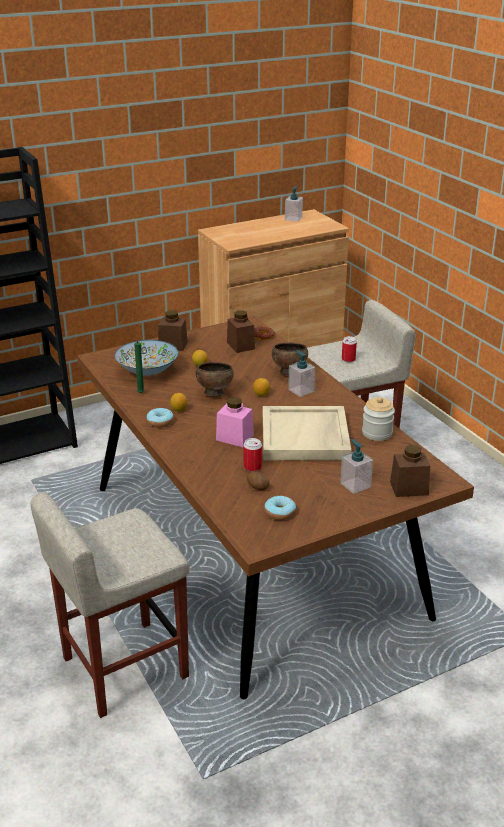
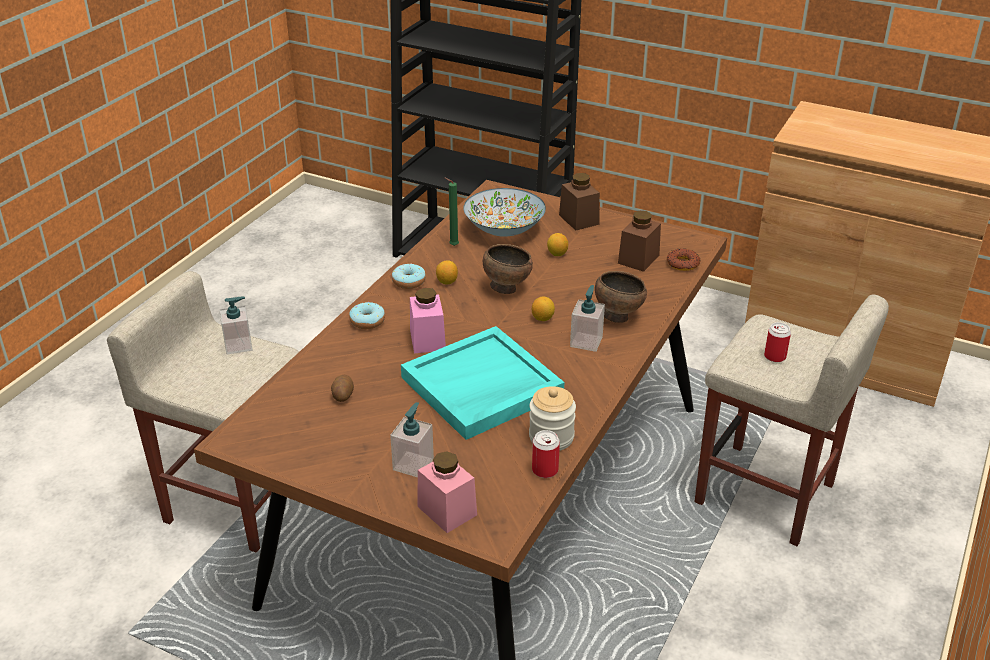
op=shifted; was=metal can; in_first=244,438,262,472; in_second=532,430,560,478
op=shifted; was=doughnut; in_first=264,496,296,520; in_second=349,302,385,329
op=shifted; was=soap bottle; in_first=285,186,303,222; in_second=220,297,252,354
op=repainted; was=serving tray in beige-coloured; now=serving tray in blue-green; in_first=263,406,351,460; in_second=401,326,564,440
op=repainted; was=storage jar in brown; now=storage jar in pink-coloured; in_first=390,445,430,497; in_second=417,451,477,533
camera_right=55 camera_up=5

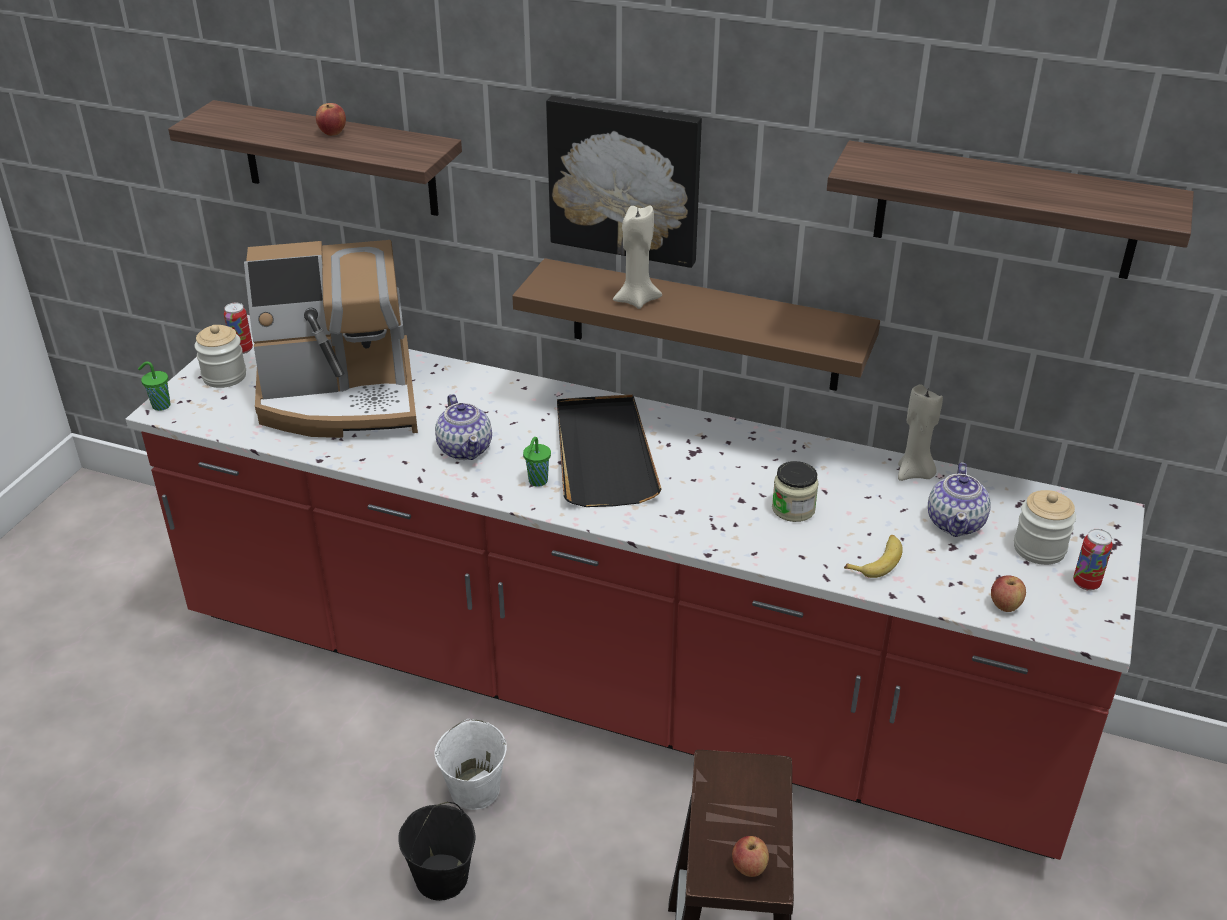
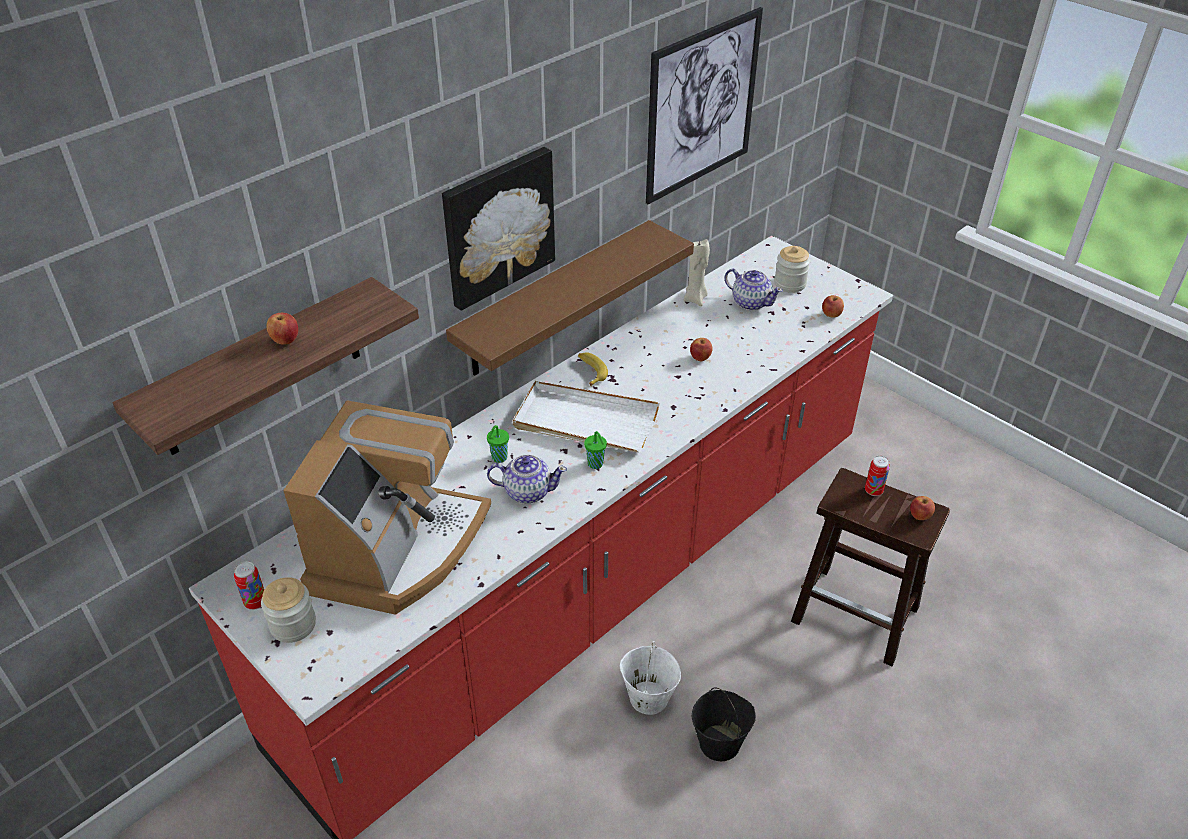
op=gone; was=wax light in beige-coloured; in_first=613,205,662,309
op=shifted; was=cup in greenish; in_first=138,361,171,411; in_second=487,425,509,463
op=shifted; was=banana; in_first=844,535,903,578; in_second=578,352,608,386
op=shifted; was=metal can; in_first=1073,529,1113,590; in_second=865,456,890,496
op=swapped; was=storage jar; now=apple fruit; in_first=772,461,819,522; in_second=690,338,713,361
op=swapped; was=wall shelf; now=picture; in_first=827,141,1194,279; in_second=646,7,763,204
op=repainted; was=serving tray in blackish; now=serving tray in whitish; in_first=557,394,662,507; in_second=513,381,659,453
camera_right=-65 camera_up=5

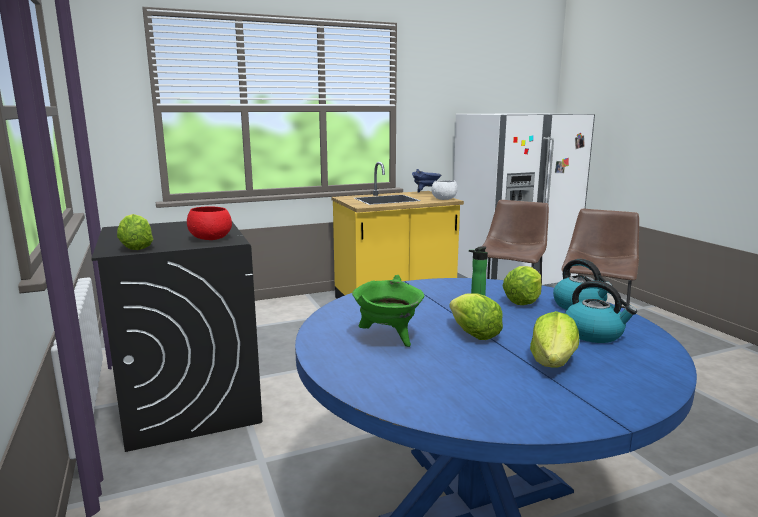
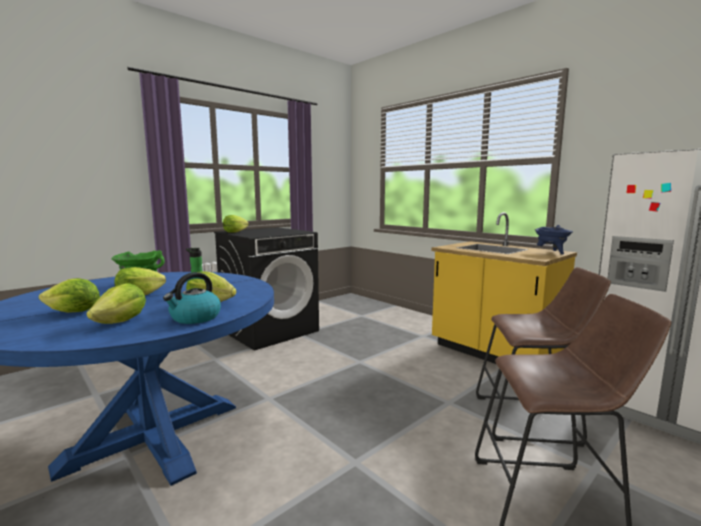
op=gone; was=serving bowl in red-coloured; in_first=187,206,232,240
op=gone; was=serving bowl in whitish; in_first=431,180,458,200
op=swapped; was=kettle; now=lettuce; in_first=565,280,637,343; in_second=86,283,146,324
camera_right=70 camera_up=-5

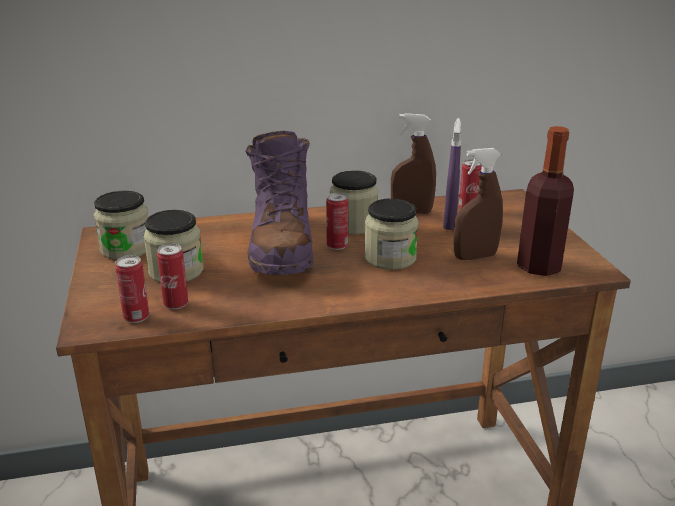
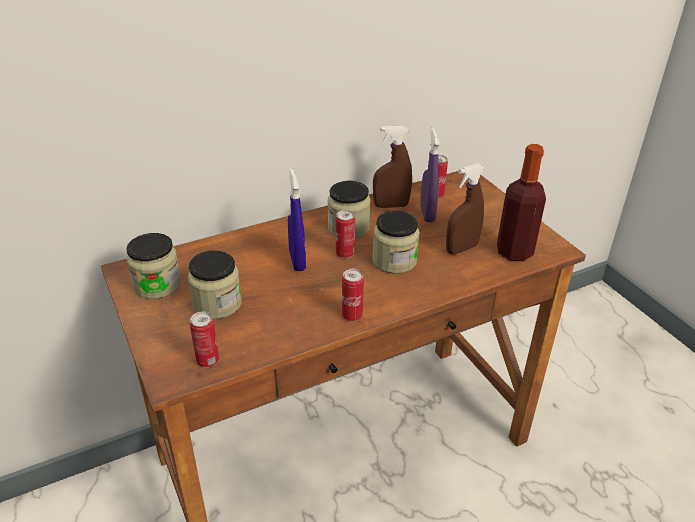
op=shifted; was=metal can; in_first=157,244,188,309; in_second=342,269,364,321
op=swapped; was=high-top boot in purple-coloured; now=sprayer in blue; in_first=245,131,313,275; in_second=288,168,306,271
camera_right=-15 camera_up=10

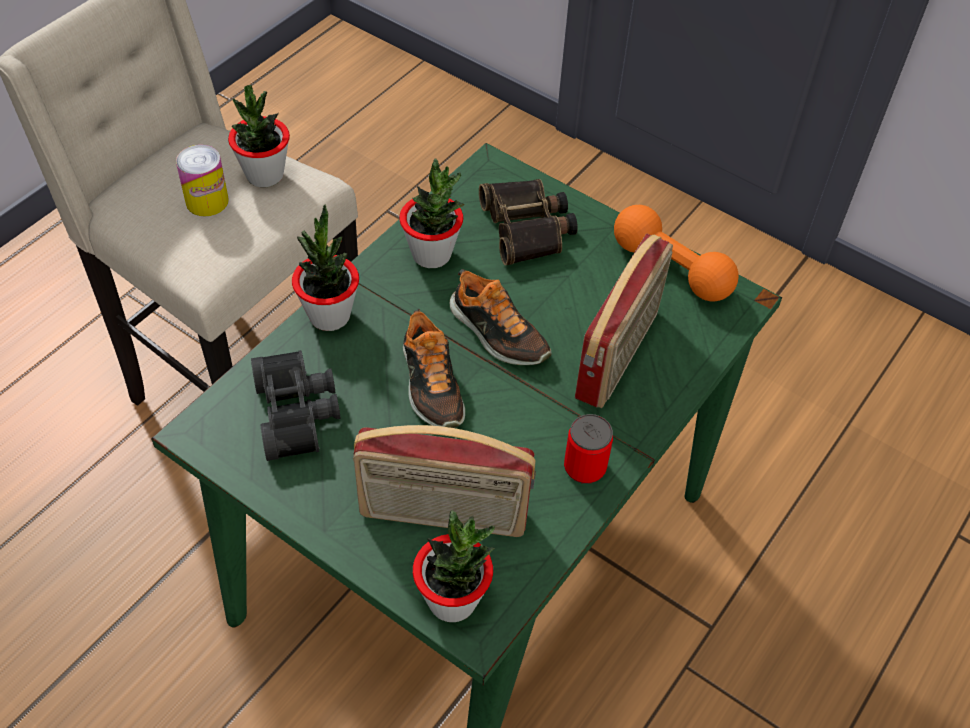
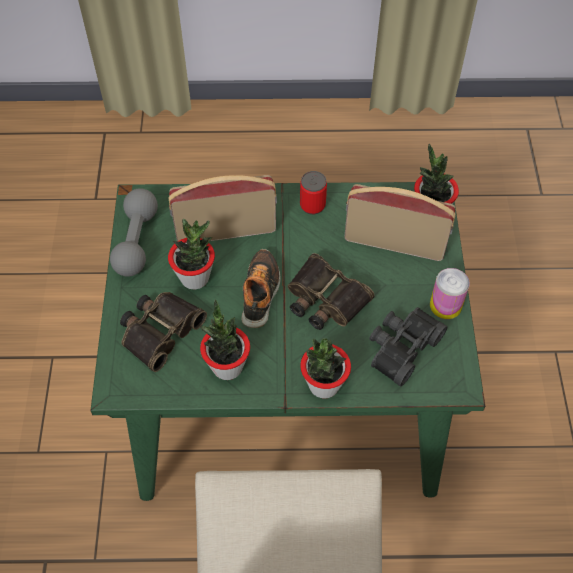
op=shifted; was=metal can; in_first=176,145,229,216; in_second=430,268,470,319
op=shifted; was=houseplant; in_first=228,85,290,187; in_second=168,219,215,290
op=swapped; was=shoe; now=binoculars; in_first=403,309,465,428; in_second=288,253,375,330
op=repainted; was=dumbbell in orangey; now=dumbbell in greyish; in_first=614,205,739,301; in_second=110,188,158,277
op=rotated; was=radio set; in_first=353,425,536,537; in_second=344,184,456,261; clockwise=-45
camera_right=-125 camera_up=5

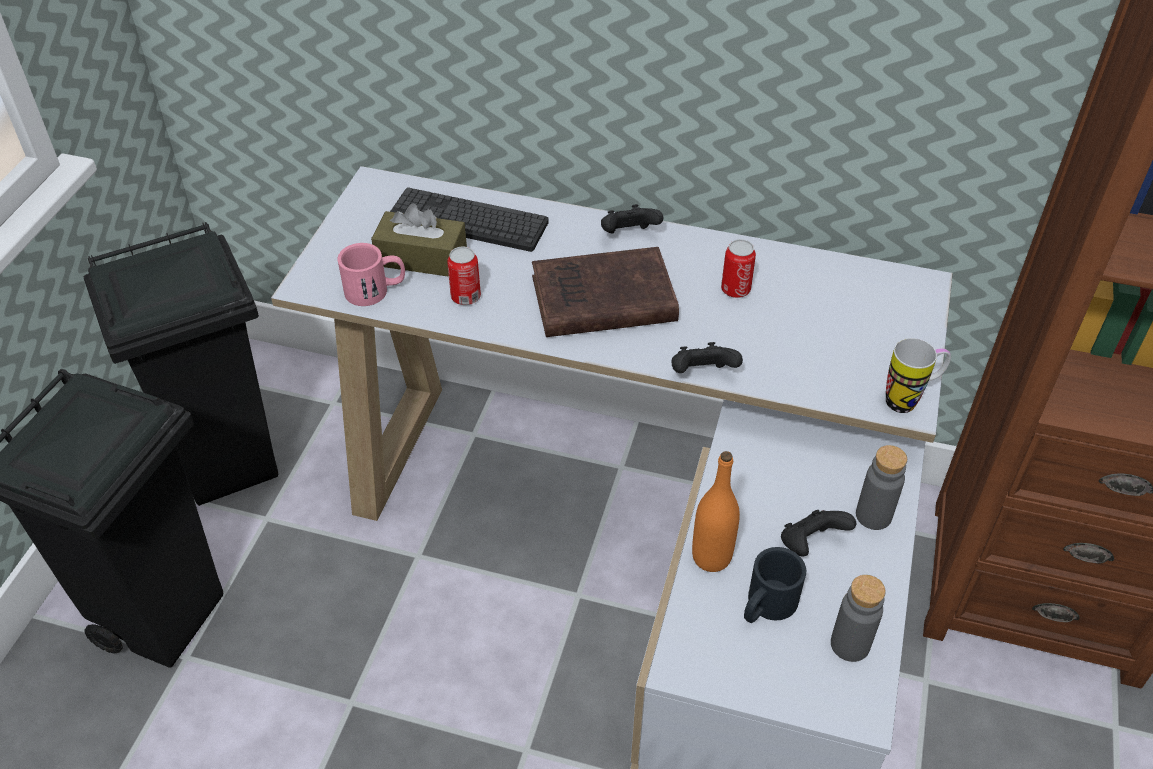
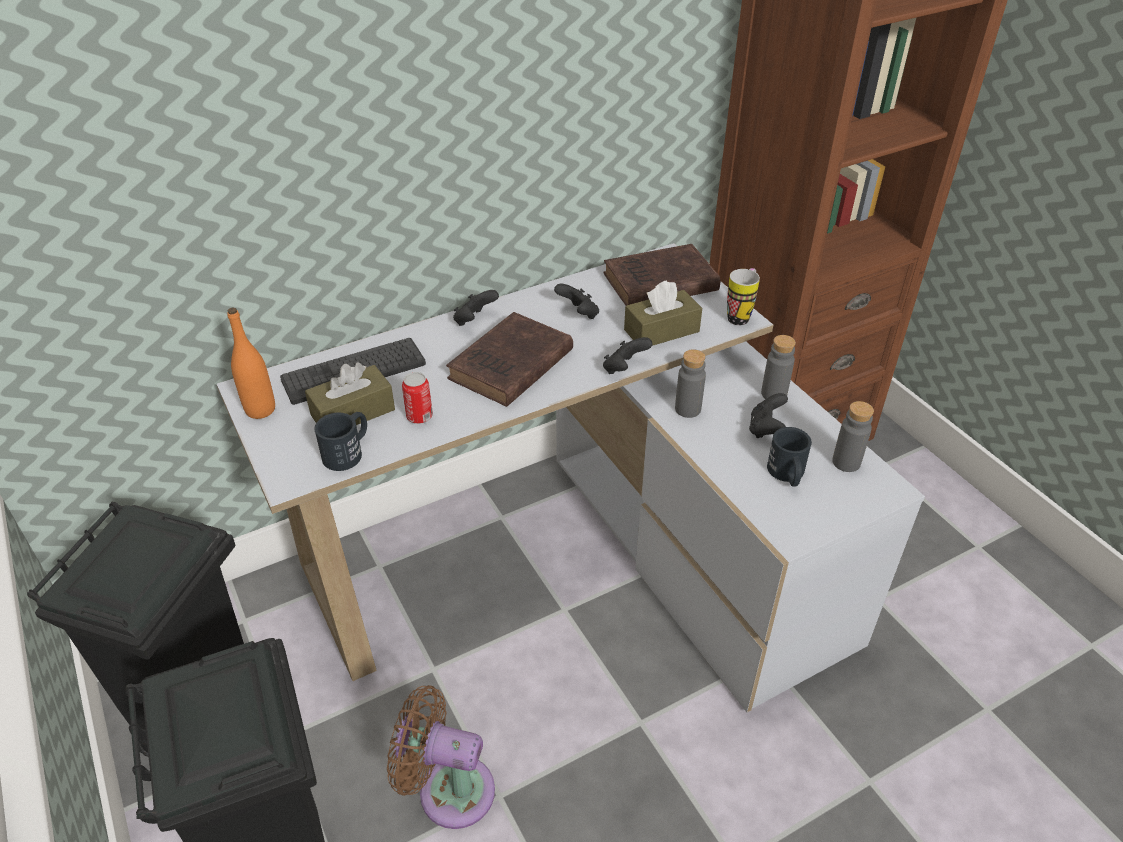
op=new; now=fan in brown; in_second=387,685,495,829
op=new; now=volume in brown; in_second=603,244,720,306
op=new; now=box of tissues in brown; in_second=624,280,702,346
op=new; now=beverage bottle in greyish; in_second=675,349,706,418
op=shifted; was=beverage bottle in orangey; in_first=692,451,740,572; in_second=228,308,275,419
op=swapped; was=metal can; now=joypad in blackish; in_first=721,239,756,298; in_second=554,284,599,319
op=repainted; was=mug in pink-coloured; now=mug in blackish; in_first=337,243,405,306; in_second=314,412,367,471
camera_right=-45 camera_up=-5

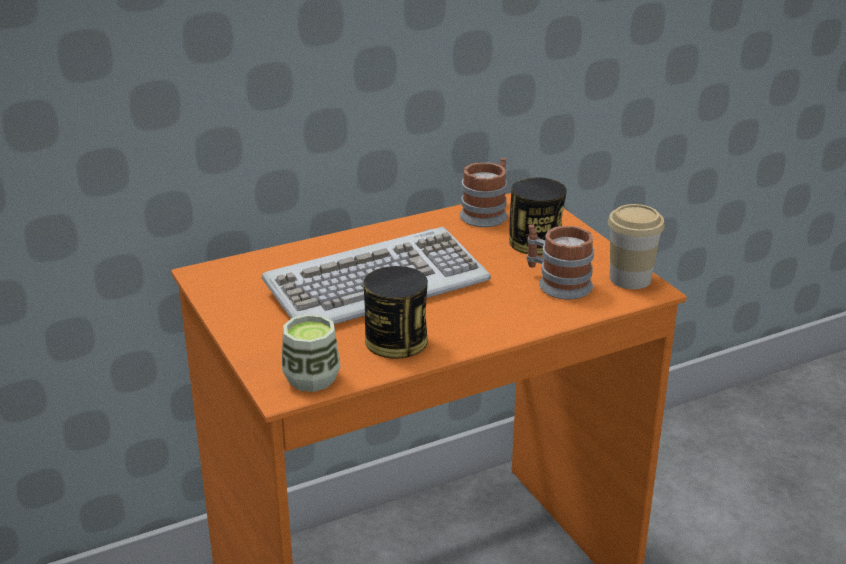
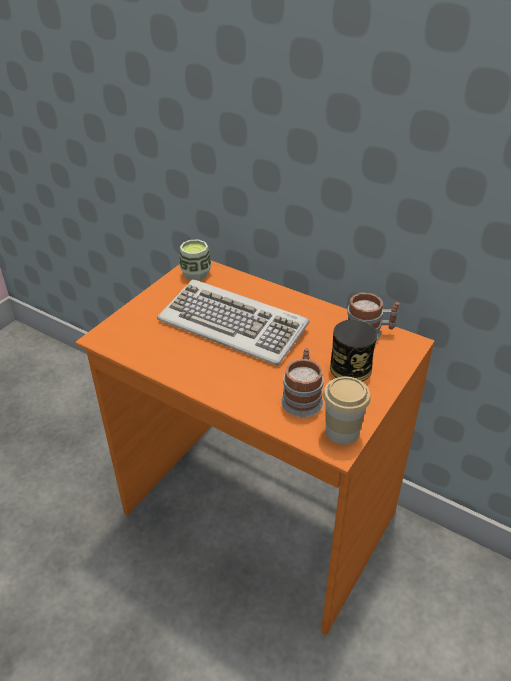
op=gone; was=metal can; in_first=364,266,428,359
op=shifted; was=cup; in_first=282,314,341,392; in_second=179,240,211,280
camera_right=60 camera_up=10

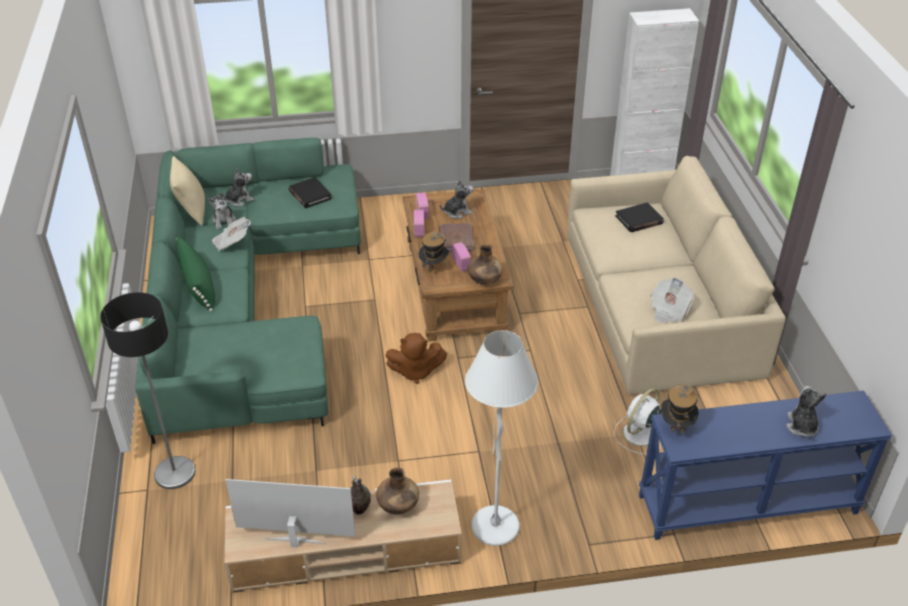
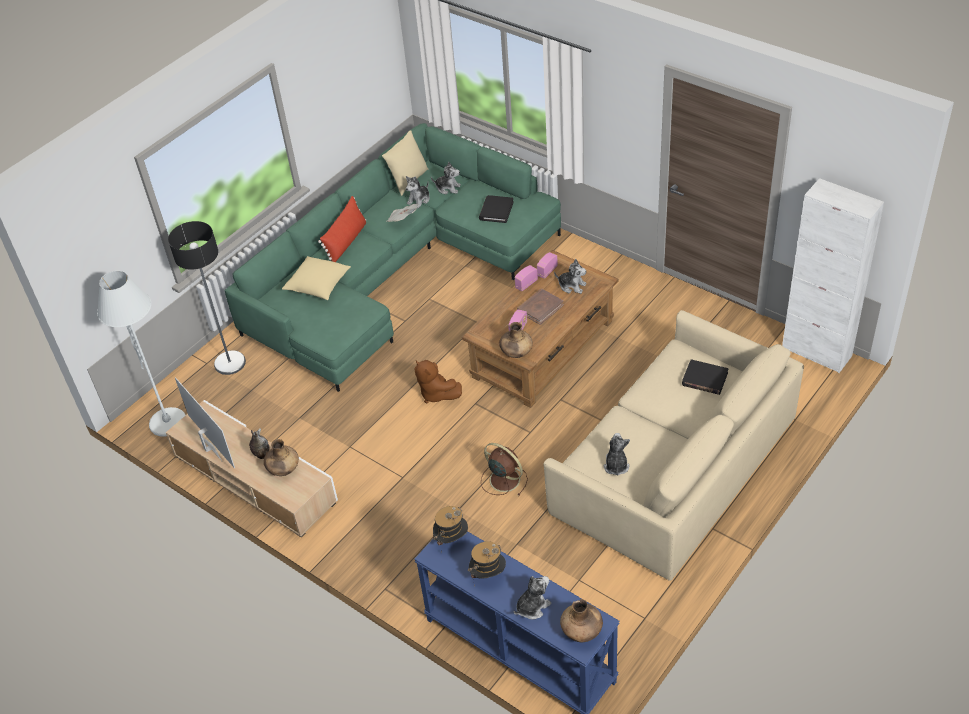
op=gone; was=fan in whitish; in_first=614,388,661,454
op=new; now=pillow in beige-coloured; in_second=282,256,351,300
op=new; now=fan in brown; in_second=481,443,528,496
op=new; now=vase in brown; in_second=560,599,603,642
op=shifted; was=clothing hat; in_first=418,232,449,269; in_second=468,541,506,586
op=shifted; was=standing lamp in whitish; in_first=465,330,538,546; in_second=97,271,186,437
op=swapped; was=newspaper; now=plush toy; in_first=650,277,694,323; in_second=604,433,630,475
op=repainted; was=pillow in greenish; now=pillow in red-coloured; in_first=176,236,215,312; in_second=318,196,366,262
camera_right=50 camera_up=5

